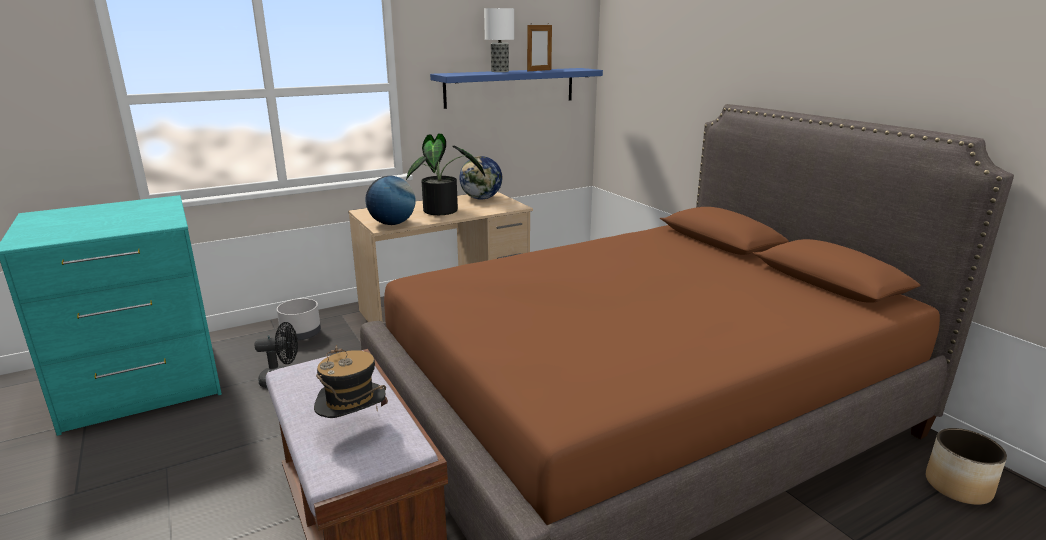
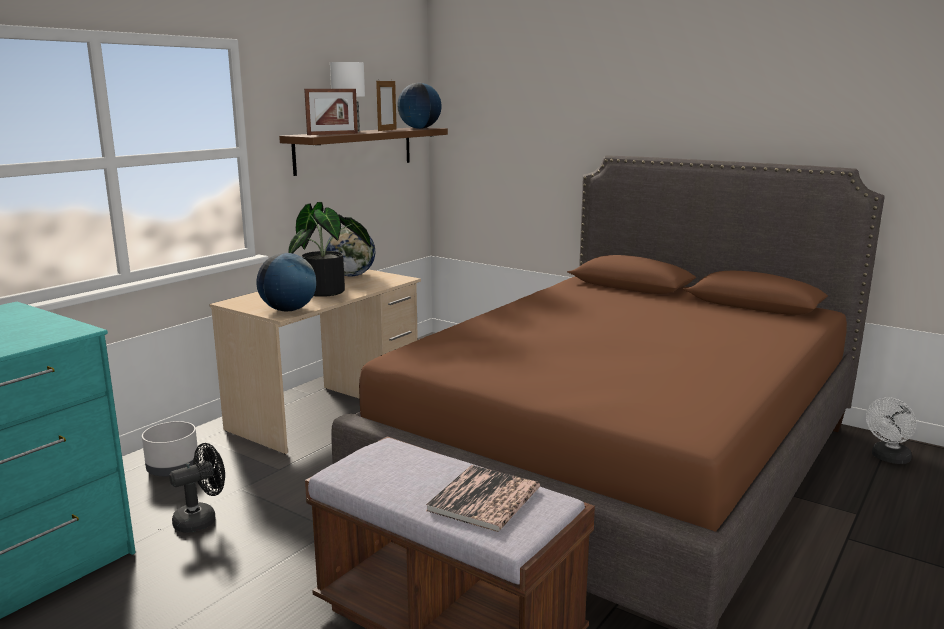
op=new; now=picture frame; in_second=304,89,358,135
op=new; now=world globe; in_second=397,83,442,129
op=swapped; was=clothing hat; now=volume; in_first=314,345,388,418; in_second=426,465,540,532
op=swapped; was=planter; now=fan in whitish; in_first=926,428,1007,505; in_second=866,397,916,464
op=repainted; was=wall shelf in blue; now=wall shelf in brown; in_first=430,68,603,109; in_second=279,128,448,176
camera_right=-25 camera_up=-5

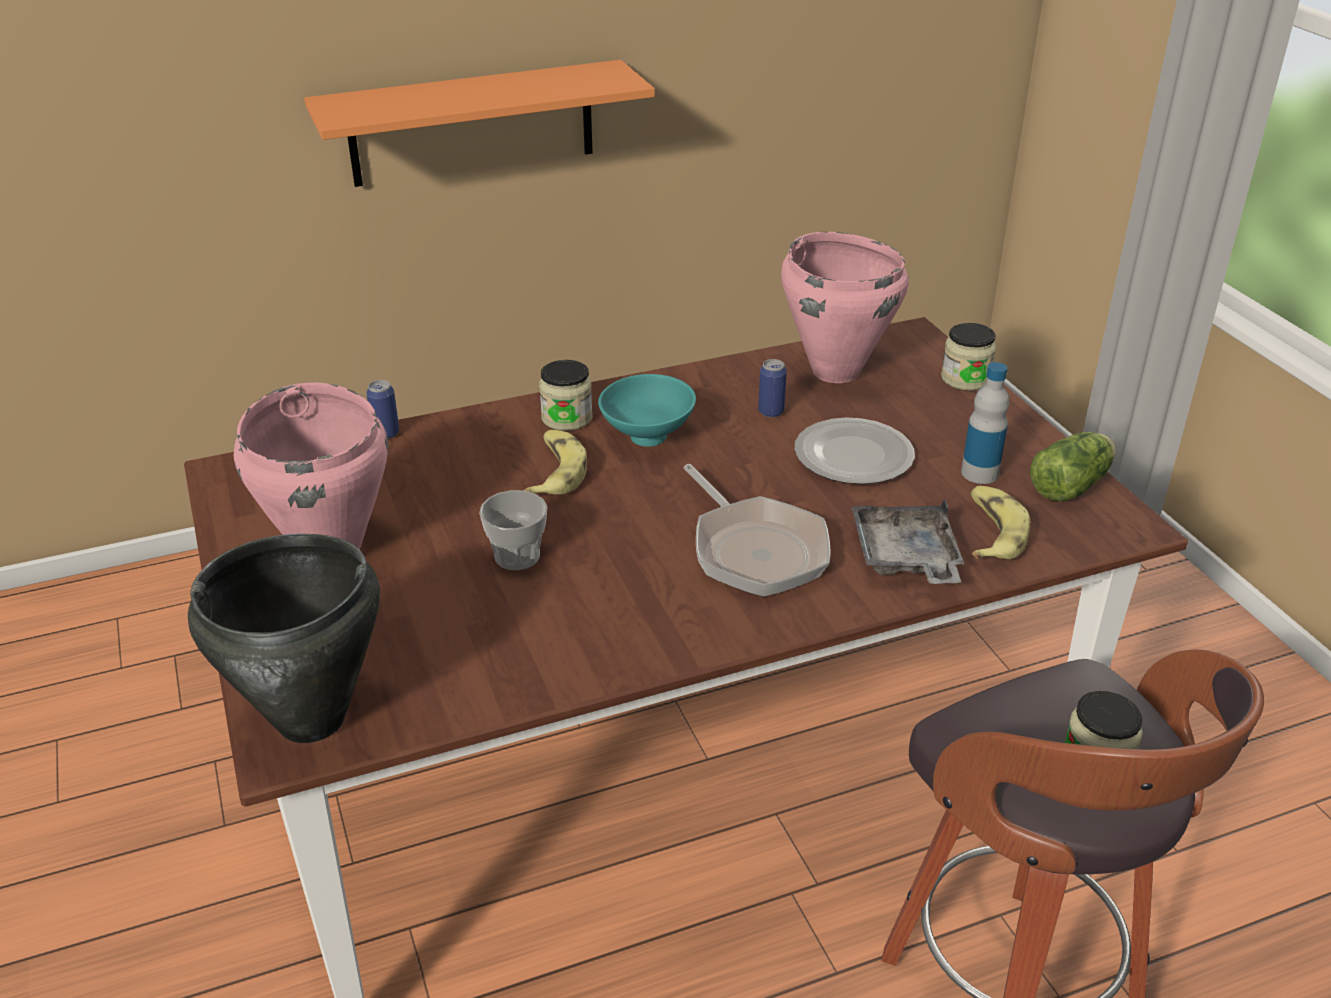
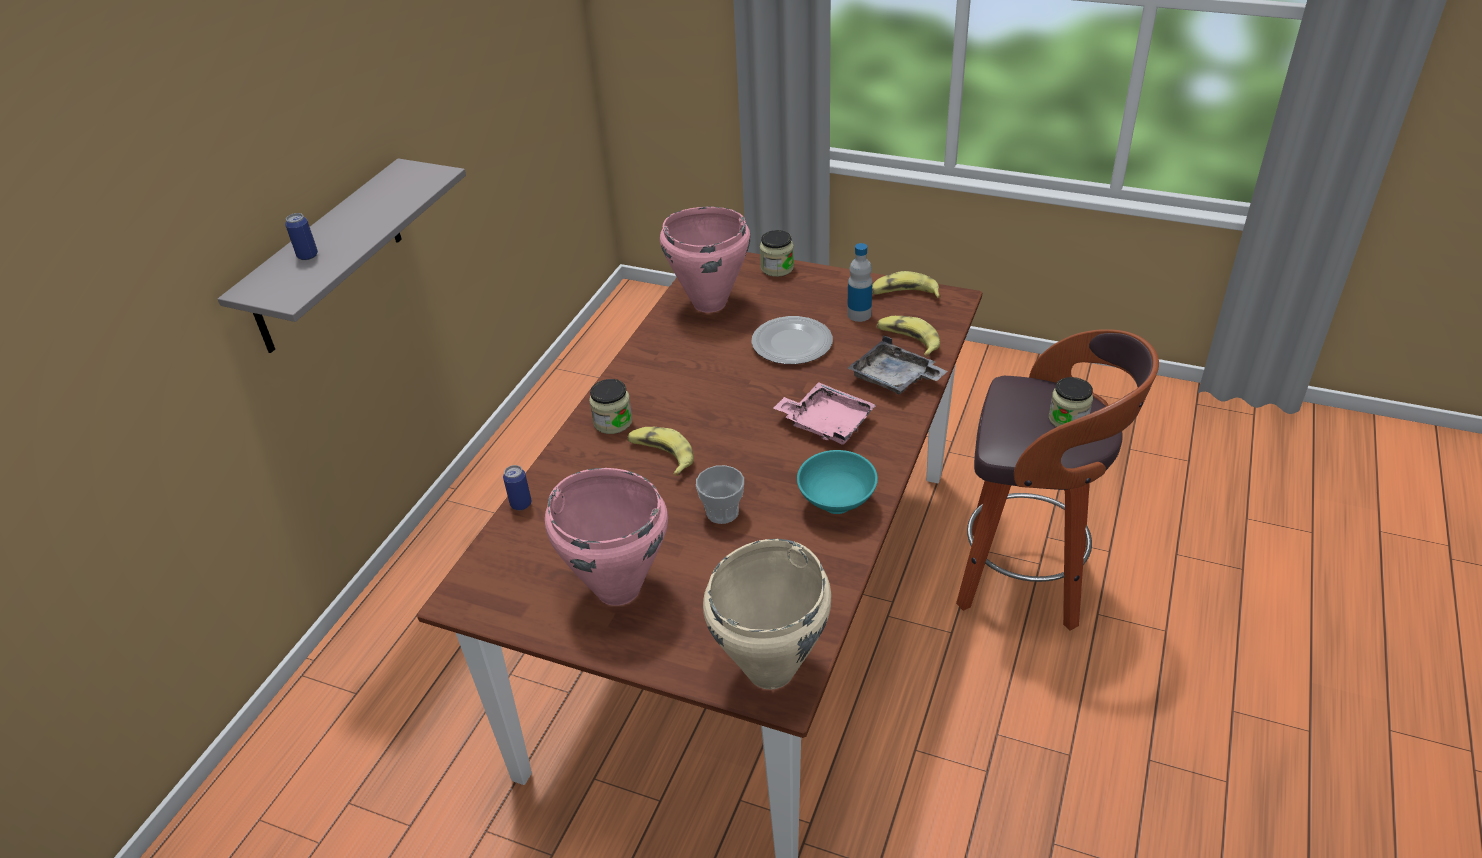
op=shifted; was=serving bowl in blue-green; in_first=598,374,696,447; in_second=797,450,878,514
op=shifted; was=metal can; in_first=758,359,787,417; in_second=285,213,318,260
op=swapped; was=skillet; now=serving tray in pink-coloured; in_first=684,464,831,597; in_second=774,382,876,445
op=swapped; was=lettuce; now=banana; in_first=1030,432,1116,502; in_second=872,271,941,298
op=repainted; was=stockpot in blackish; now=stockpot in beige-coloured; in_first=188,534,380,743; in_second=703,539,831,689
op=repainted; was=wall shelf in orangey; now=wall shelf in greyish; in_first=304,60,655,187; in_second=218,159,466,353
camera_right=-45 camera_up=5

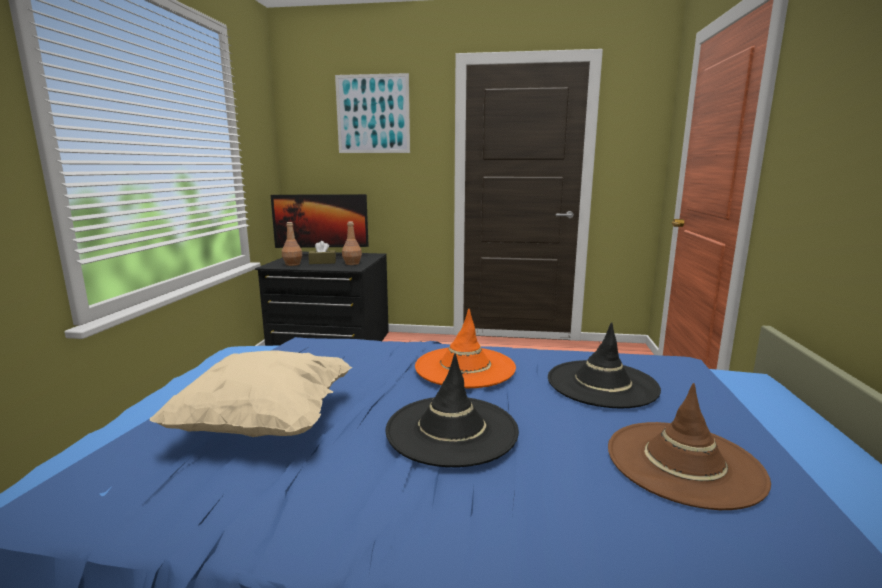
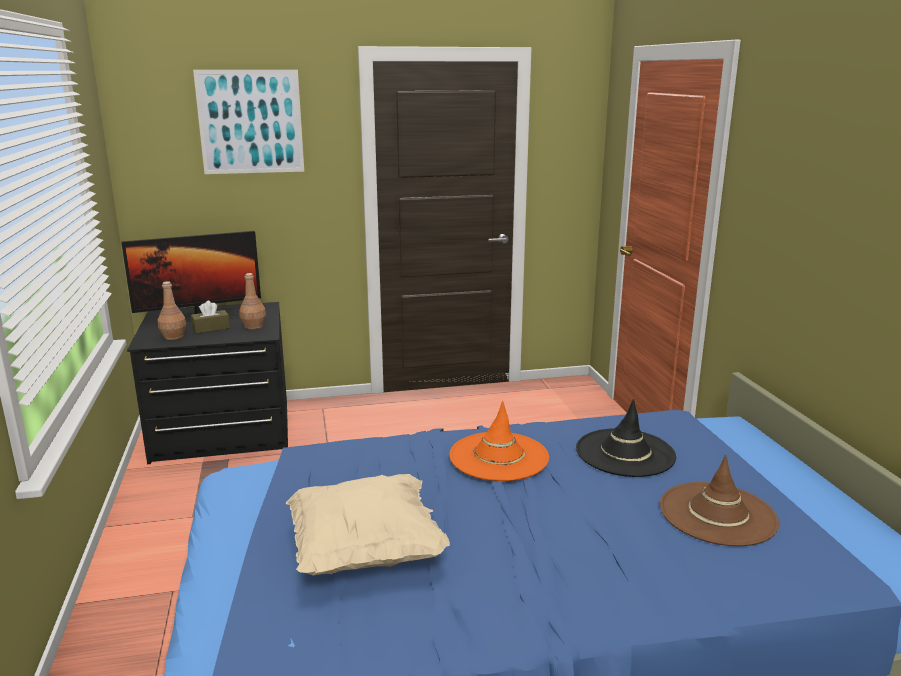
op=gone; was=clothing hat in blackish; in_first=386,354,519,467
camera_right=-20 camera_up=5

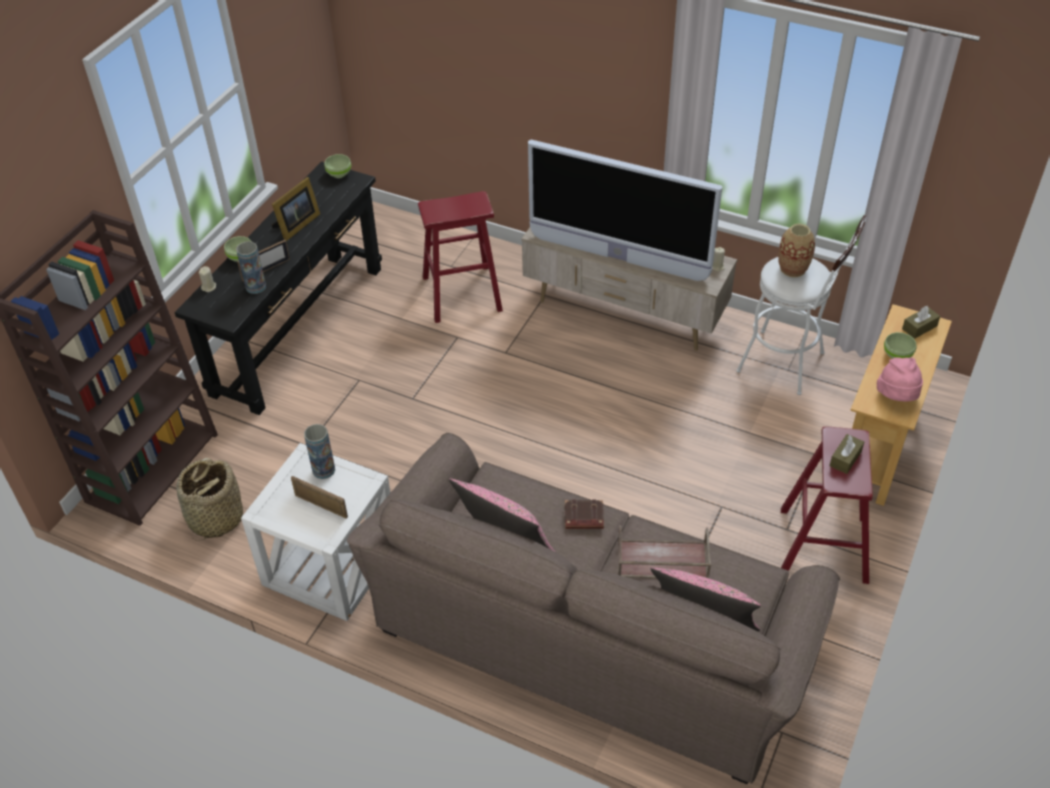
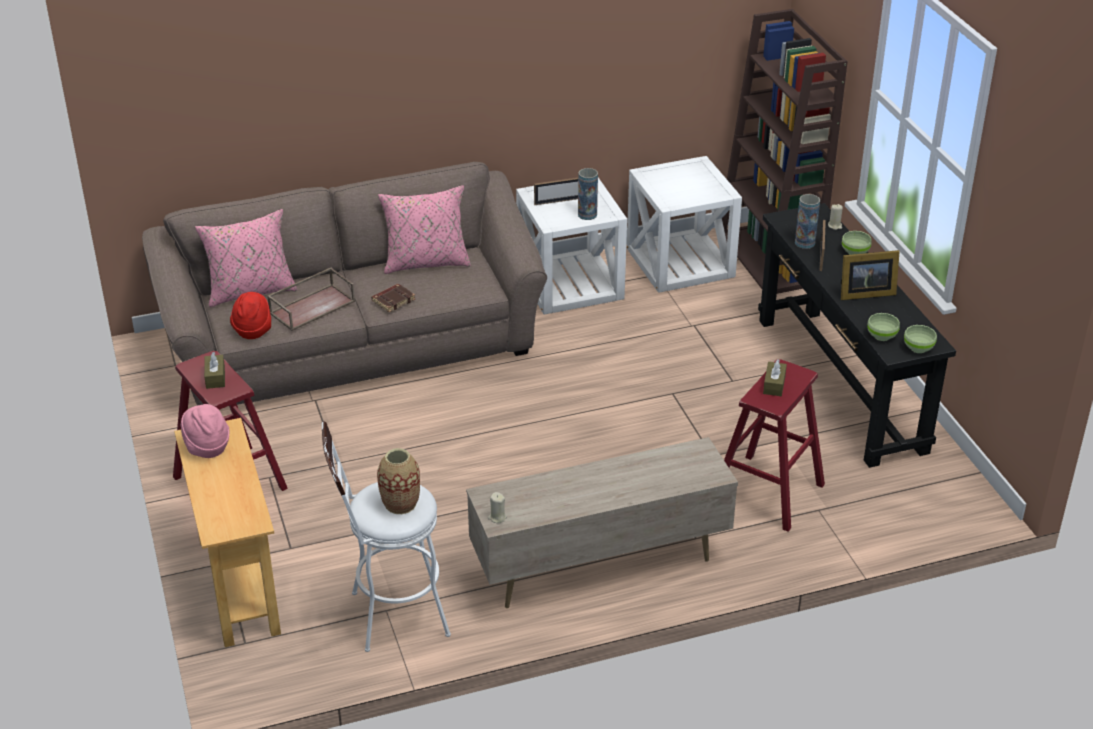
op=gone; was=television; in_first=528,139,722,281
op=new; now=clothing hat in red-coloured; in_second=230,292,271,339
op=shifted; was=serving bowl in greenish; in_first=884,332,917,359; in_second=868,313,900,341
op=shifted; was=box of tissues in brown; in_first=902,306,940,339; in_second=763,359,787,396
op=swapped; was=storage basket; now=side table in whitish; in_first=176,458,243,541; in_second=627,156,742,293
op=rotated; was=picture frame; in_first=272,177,320,241; in_second=841,250,900,300; clockwise=-90
camera_right=135 camera_up=-10

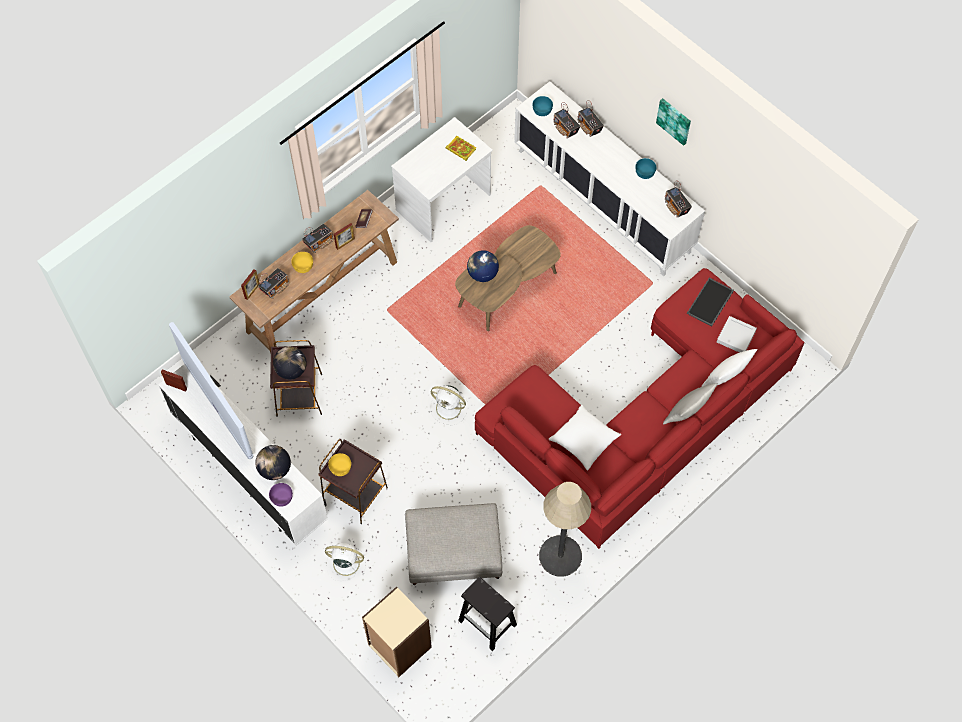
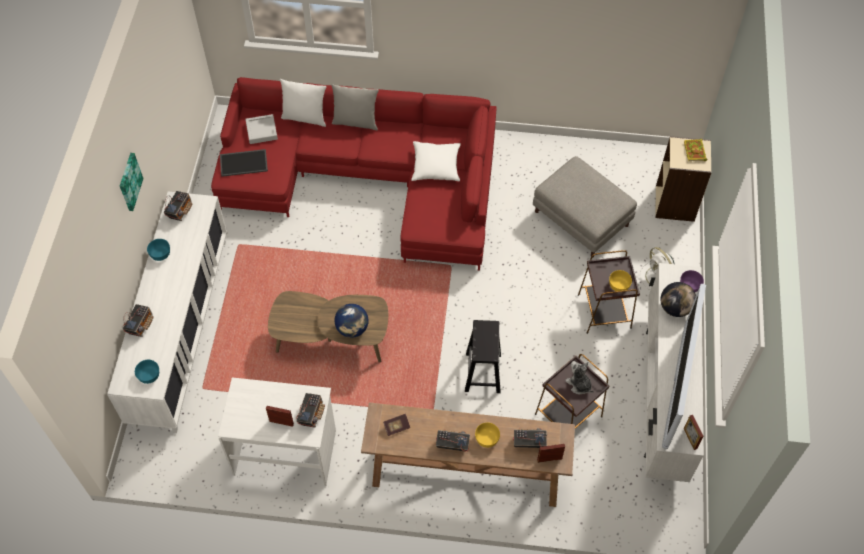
op=gone; was=fan in whitish; in_first=430,385,468,425
op=gone; was=standing lamp; in_first=539,482,591,577
op=shifted; was=picture frame; in_first=334,223,355,250; in_second=266,406,294,427
op=shifted; was=volume; in_first=445,136,476,161; in_second=684,139,707,161
op=shifted; was=stool in blackish; in_first=458,577,517,651; in_second=465,320,501,393
op=shifted; was=radio set; in_first=553,102,580,138; in_second=296,393,325,428
op=swapped; was=world globe; now=plush toy; in_first=273,346,307,380; in_second=565,361,594,394
camera_right=-130 camera_up=-5

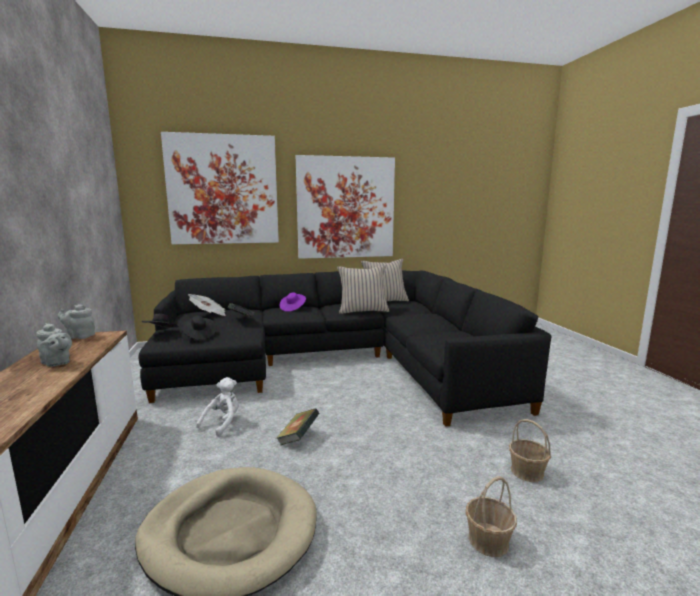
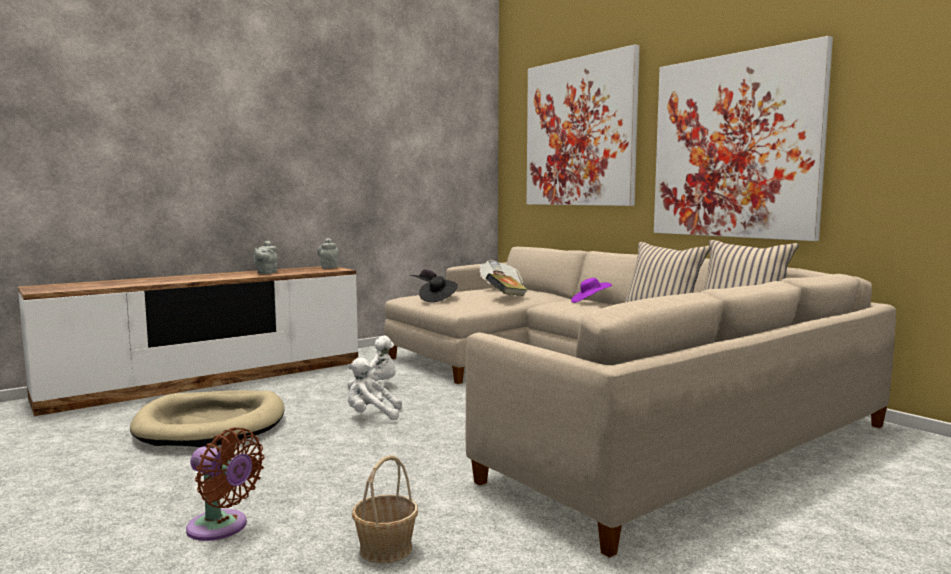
op=swapped; was=volume; now=plush toy in whitish; in_first=276,409,319,445; in_second=348,357,402,420
op=swapped; was=storage basket; now=fan in brown; in_first=465,476,517,557; in_second=186,427,265,541
op=repainted; was=sofa in blackish; now=sofa in beige-coloured; in_first=138,270,552,427; in_second=384,247,896,558
camera_right=65 camera_up=-5

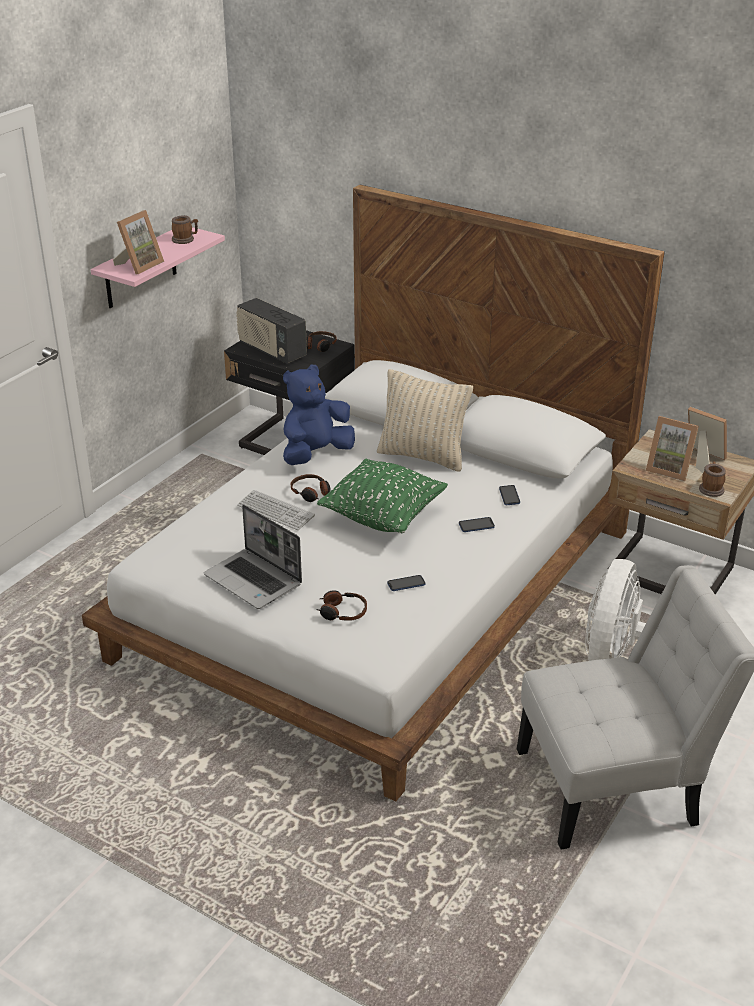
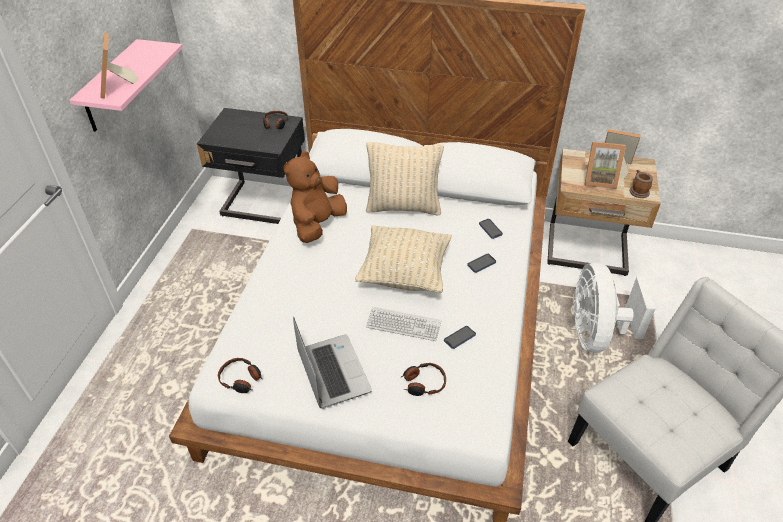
op=gone; was=mug; in_first=172,215,198,244
op=gone; was=radio set; in_first=236,298,307,364
op=shifted; was=PC keyboard; in_first=237,490,315,530; in_second=366,307,442,341
op=shifted; was=pair of headphones; in_first=291,474,330,502; in_second=218,358,263,393
op=repainted; was=plush toy in blue; now=plush toy in brown; in_first=283,365,355,465; in_second=284,151,347,243
op=repainted; was=pillow in greenish; now=pillow in beige-coloured; in_first=317,459,448,533; in_second=355,225,451,293
op=rotated; was=picture frame; in_first=113,210,164,275; in_second=100,33,138,99; clockwise=150
op=rotated; was=portable computer; in_first=204,504,302,609; in_second=293,317,372,409; clockwise=-135
camera_right=-20 camera_up=10

